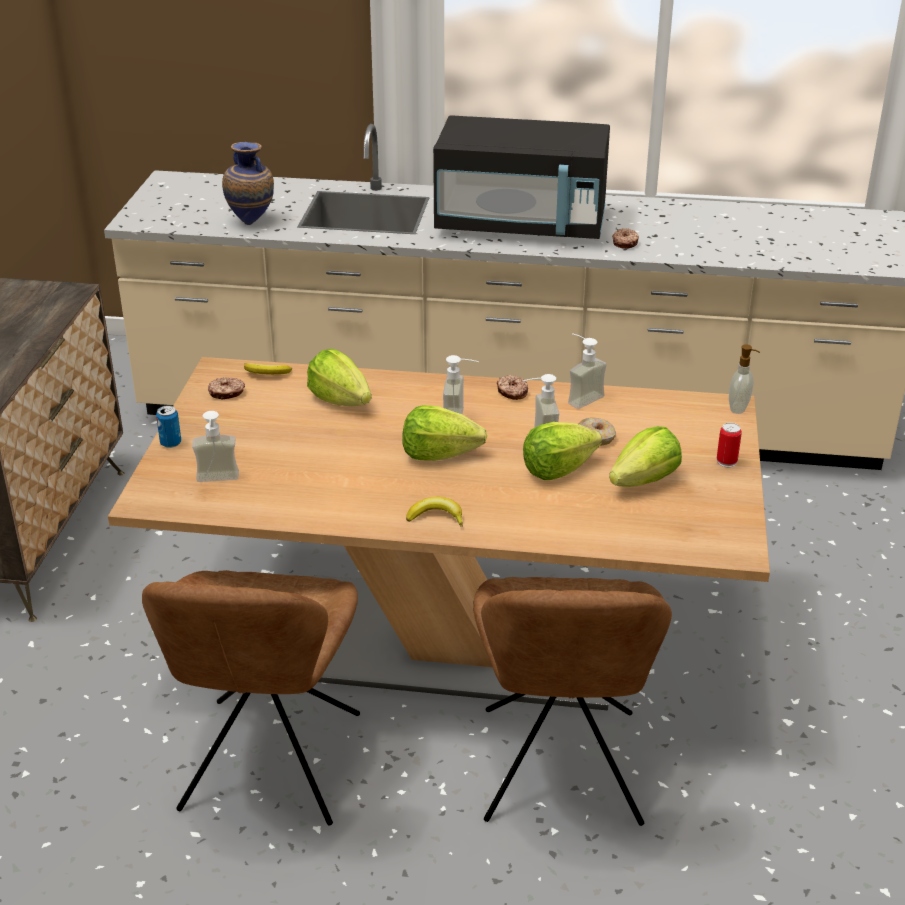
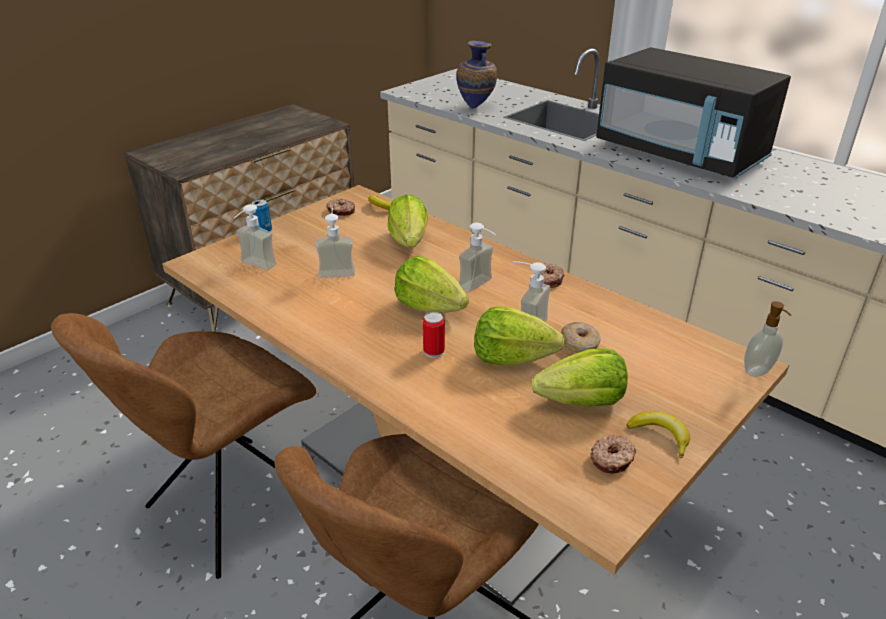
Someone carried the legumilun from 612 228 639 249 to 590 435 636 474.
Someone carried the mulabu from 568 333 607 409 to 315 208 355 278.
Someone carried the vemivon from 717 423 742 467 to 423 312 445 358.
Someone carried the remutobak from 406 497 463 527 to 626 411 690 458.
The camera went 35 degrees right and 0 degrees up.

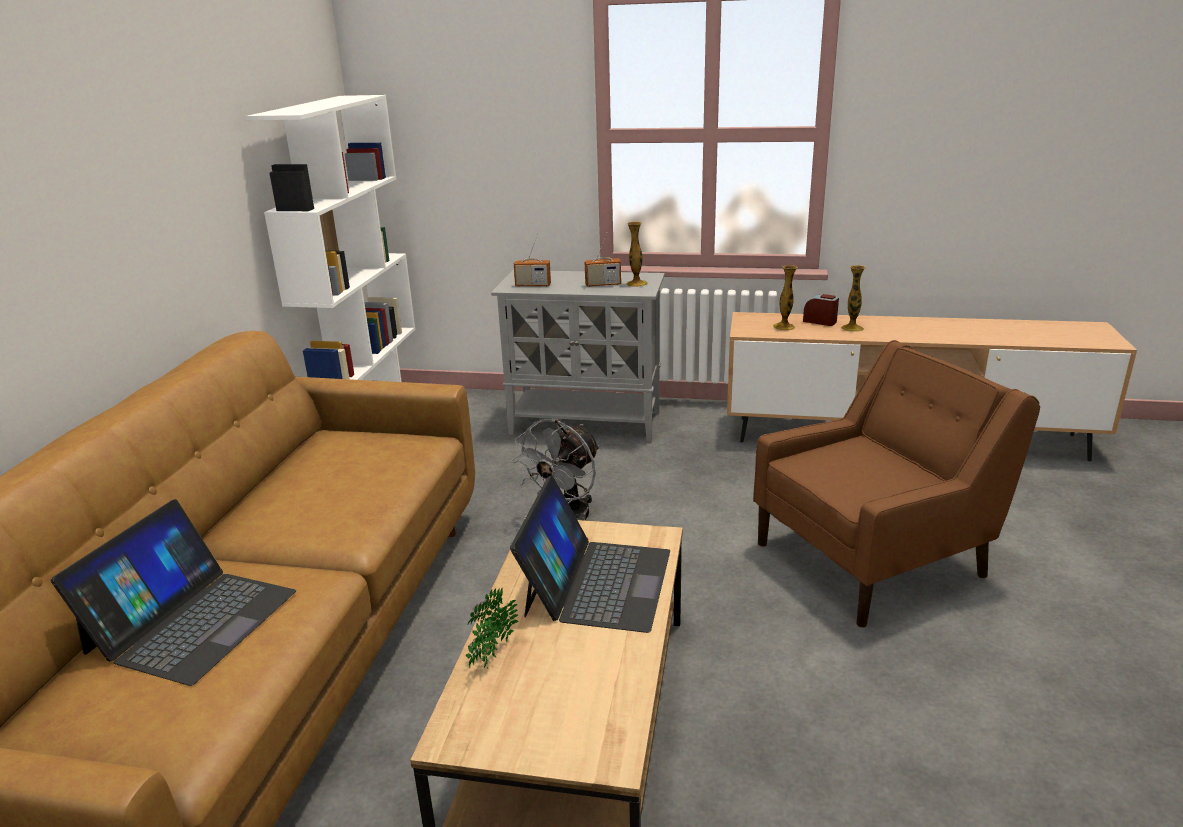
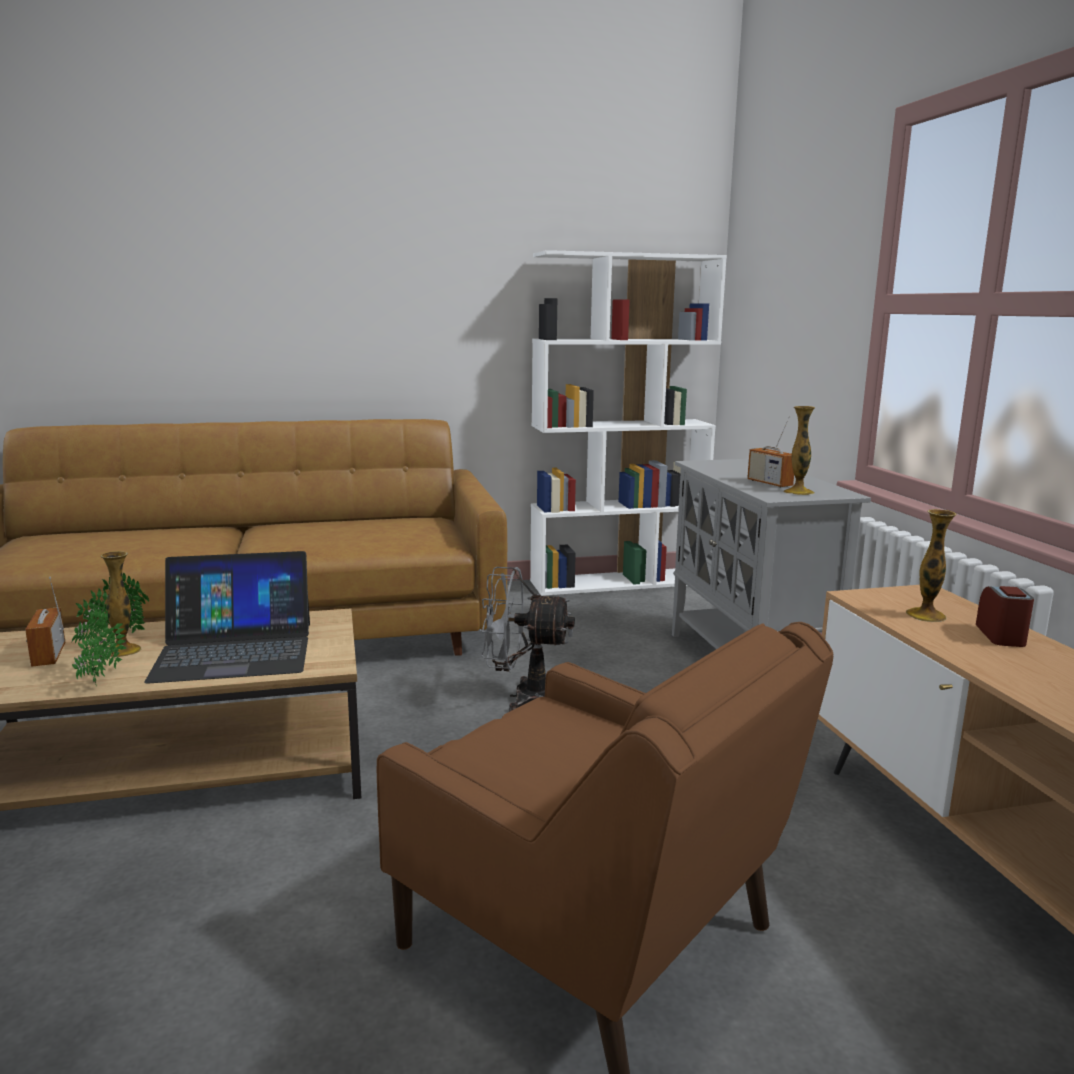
Someone carried the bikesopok from 514 233 551 287 to 25 577 65 667.
Someone carried the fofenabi from 841 265 866 332 to 101 551 141 657.
Someone took away the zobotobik at 51 499 296 686.
Someone put down the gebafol at 72 608 126 687.
The camera went 65 degrees right and 10 degrees down.

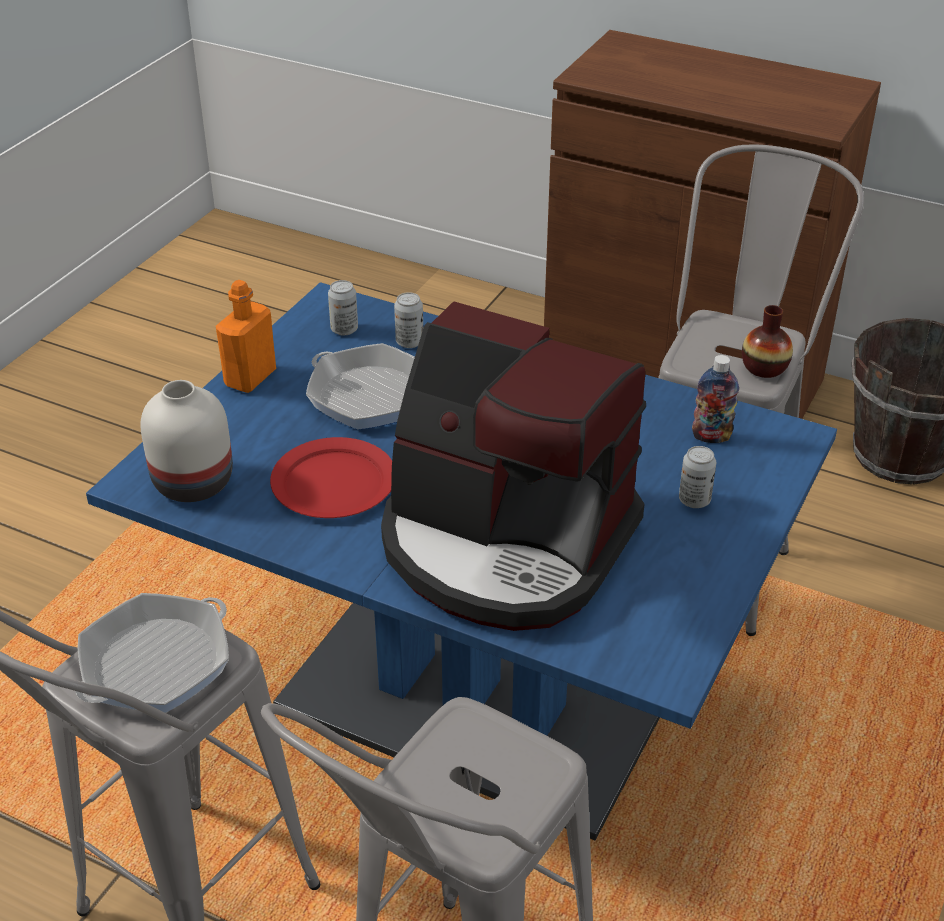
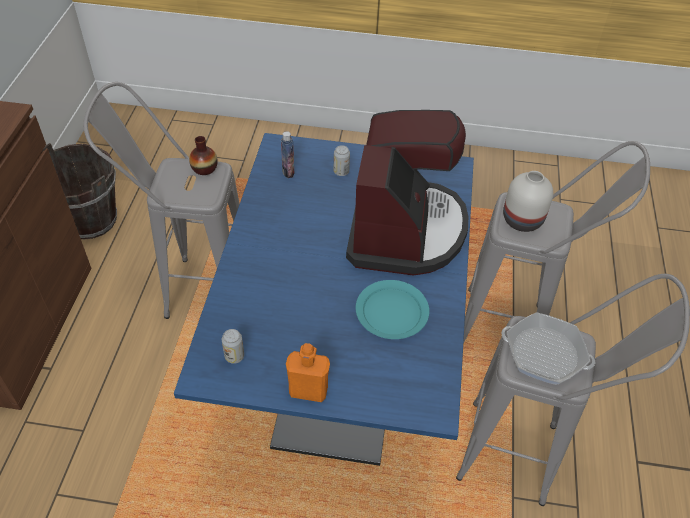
Someone took away the vemivon at 394 292 423 348.
Someone took away the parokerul at 306 343 415 430.
Someone carried the white fofenabi from 140 380 233 502 to 503 171 553 232.
Someone repainted the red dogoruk at 270 437 392 518, which became the turquoise dogoruk at 356 280 430 339.
The camera went 110 degrees left and 10 degrees up.

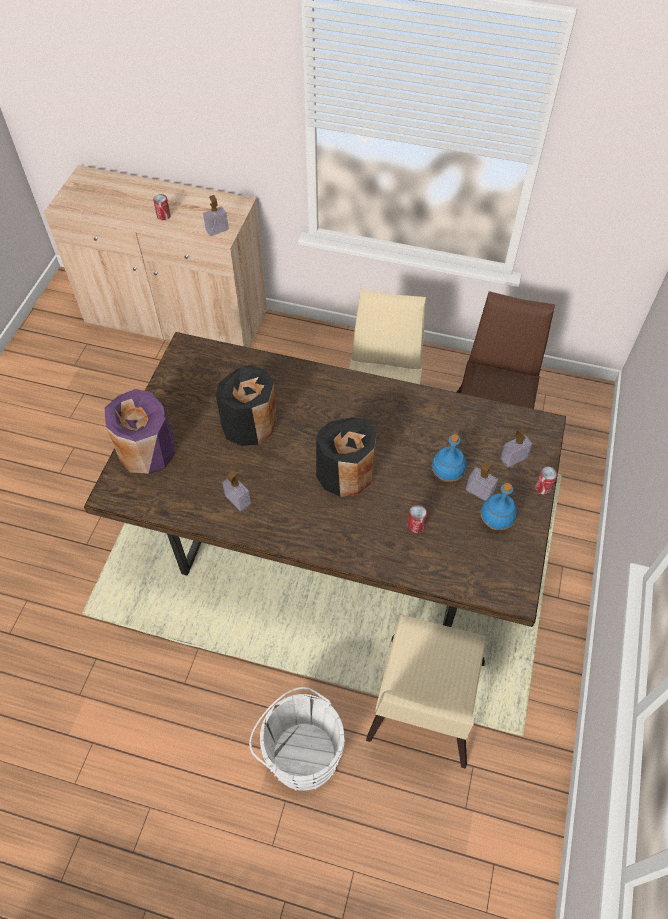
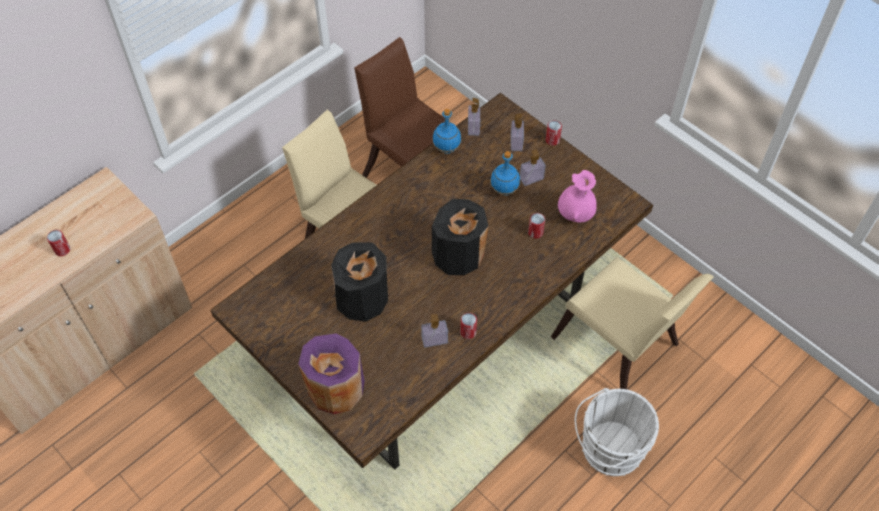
Someone carried the mulabu from 203 195 229 236 to 468 98 480 136.
Someone carried the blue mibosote from 481 483 517 530 to 432 109 461 154.
Someone put down the pink fofenabi at 558 170 597 223.
Someone put down the vemivon at 460 313 477 339.
The camera went 60 degrees left and 0 degrees up.

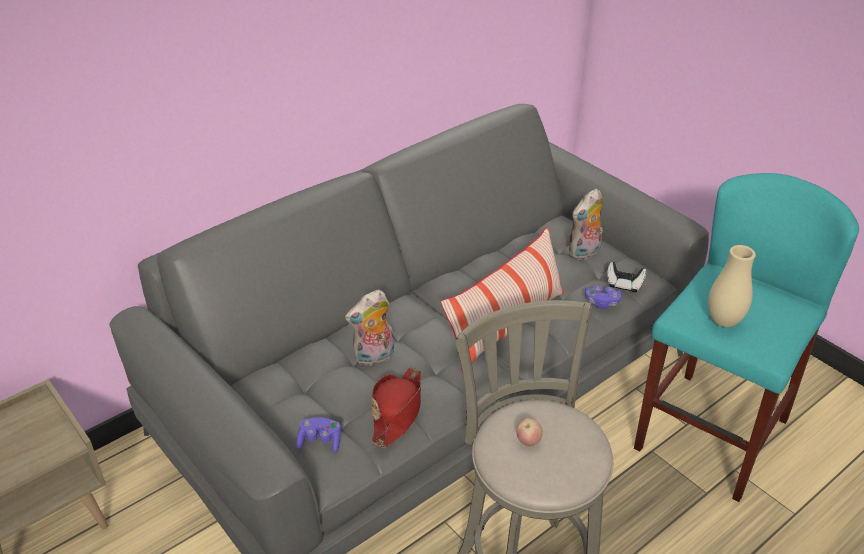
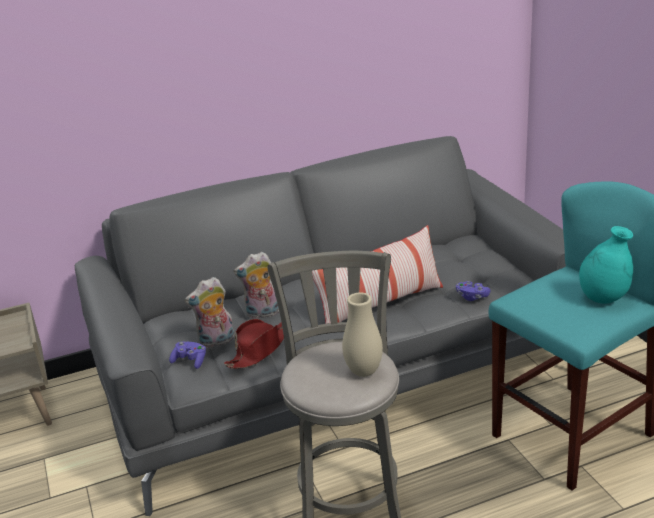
Someone carried the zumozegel from 568 189 603 260 to 185 277 234 347.
Someone carried the beige fofenabi from 708 245 756 327 to 342 292 383 377.
Someone took away the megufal at 607 262 646 293.
Someone took away the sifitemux at 516 418 543 446.
Someone put down the turquoise fofenabi at 579 226 633 304.
The camera went 20 degrees right and 10 degrees down.

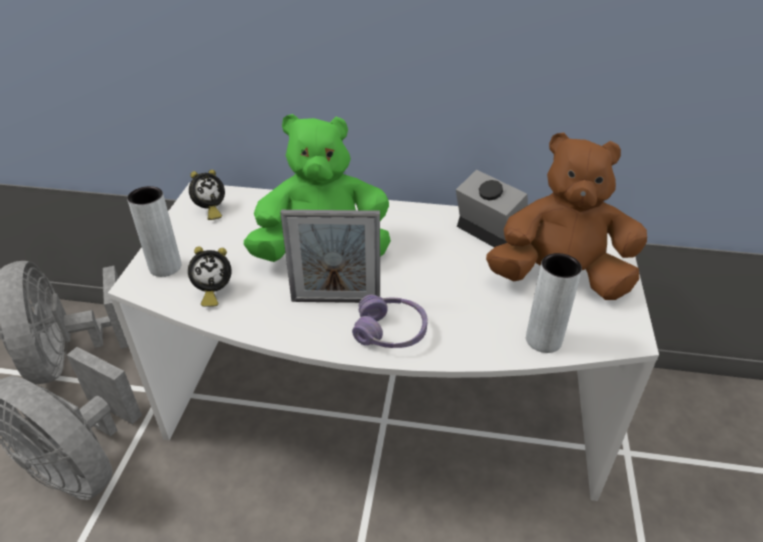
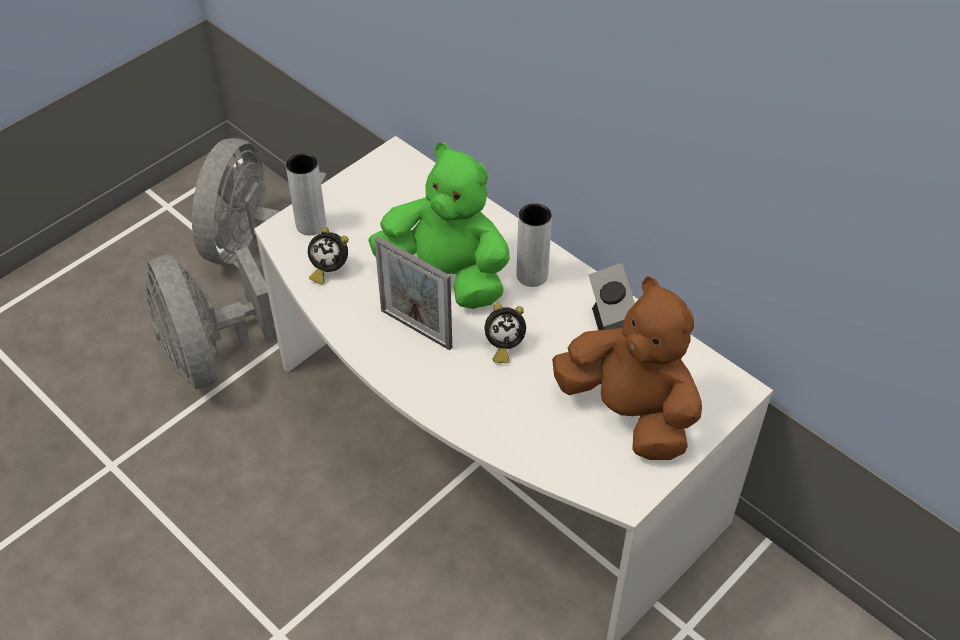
Someone carried the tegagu from 189 170 225 220 to 485 304 526 363.
Someone carried the grey fofenabi from 526 253 582 353 to 516 203 552 287.
Someone took away the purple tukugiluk at 352 295 427 348.
The camera went 35 degrees right and 10 degrees up.

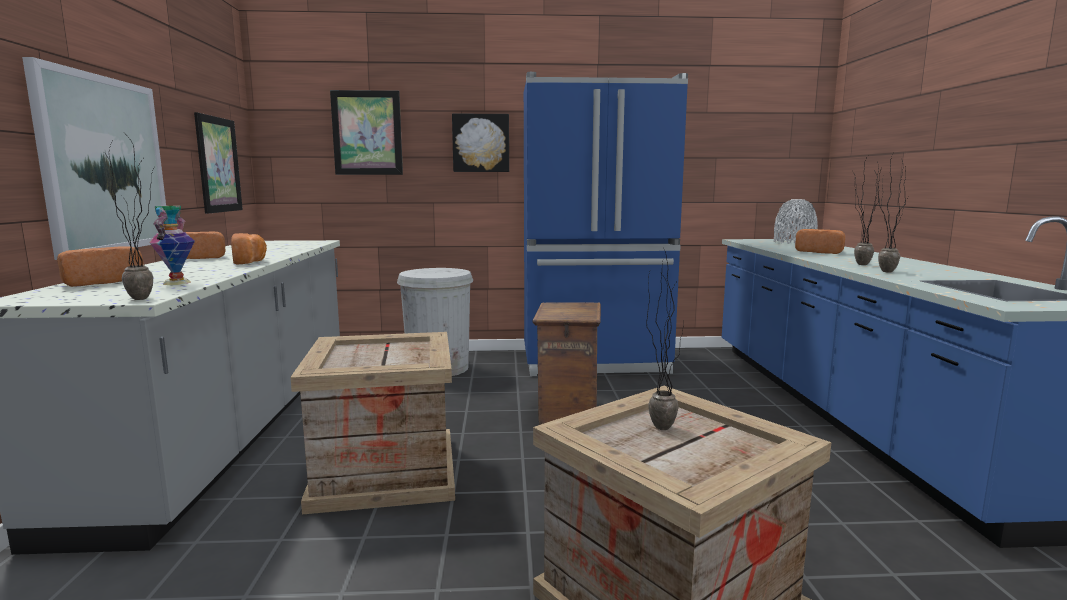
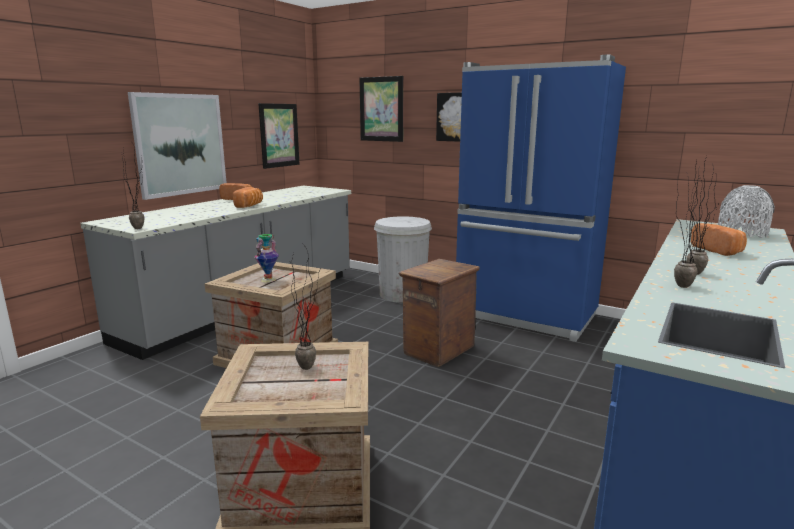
Someone carried the fofenabi from 149 206 195 285 to 255 234 279 282.
Someone took away the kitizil at 57 246 144 287.
The camera went 35 degrees right and 5 degrees up.

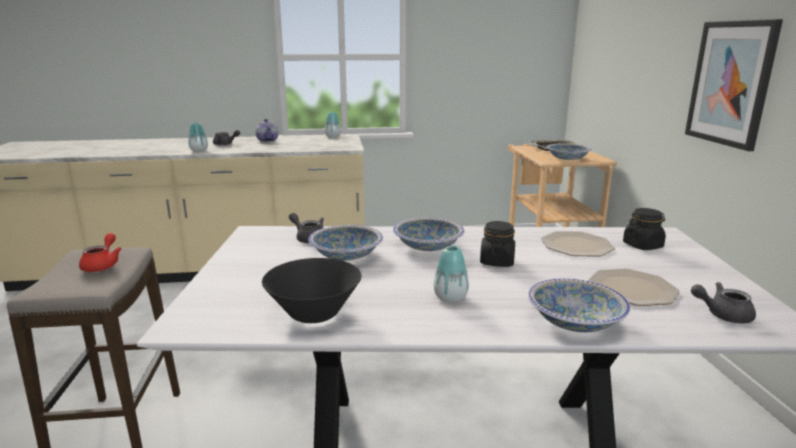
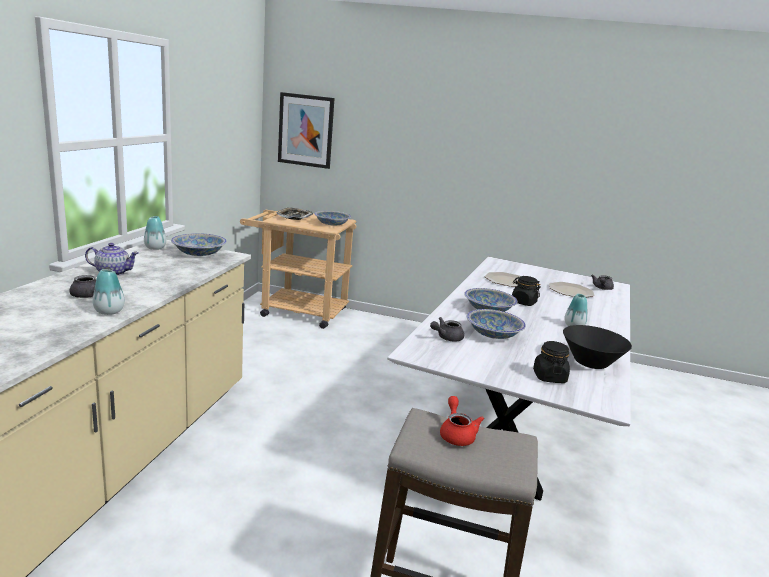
Someone carried the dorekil from 685 19 783 151 to 278 92 335 169.
Someone carried the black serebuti from 623 208 666 250 to 533 341 570 383.
Someone rotated the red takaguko at 79 233 122 272 by 60 degrees clockwise.
Someone carried the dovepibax from 528 278 630 332 to 171 233 227 256.
The camera went 70 degrees left and 0 degrees up.

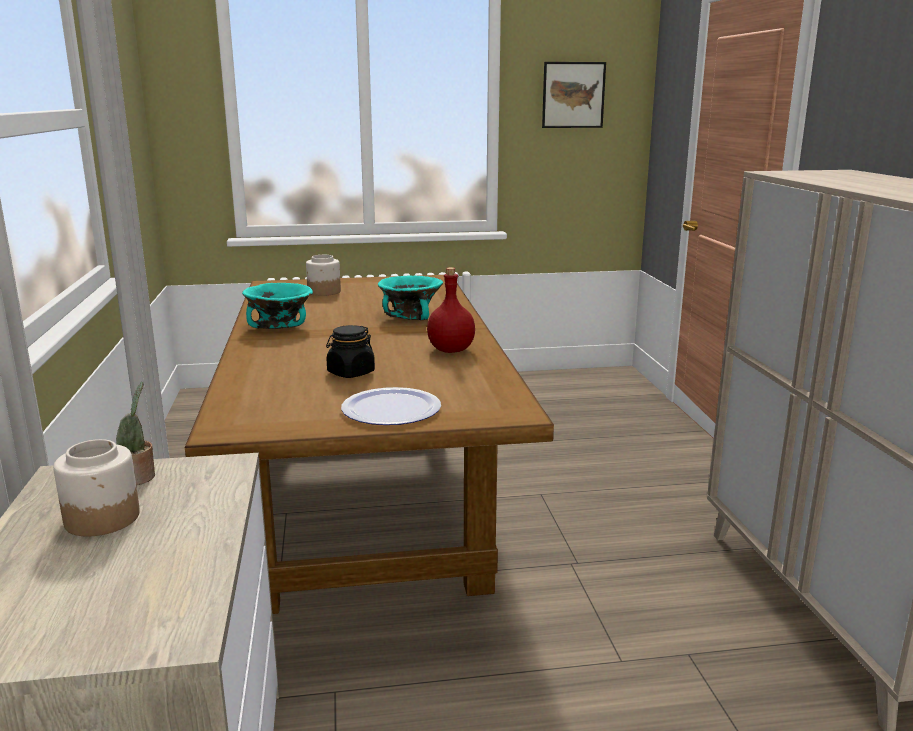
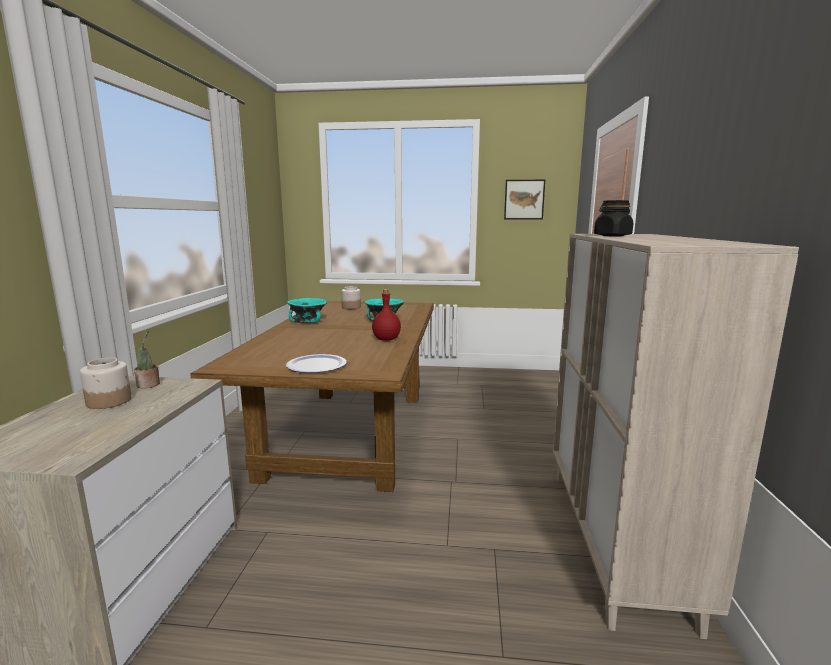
Someone carried the black serebuti from 326 325 375 378 to 594 200 633 236.
The camera went 15 degrees right and 5 degrees down.

